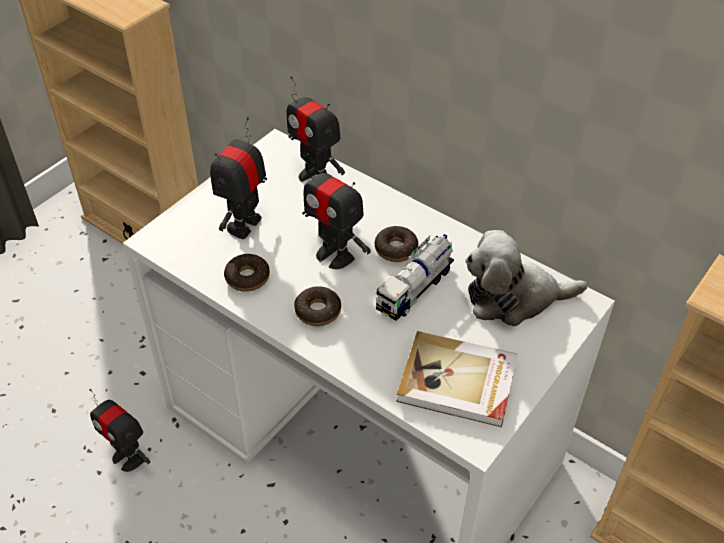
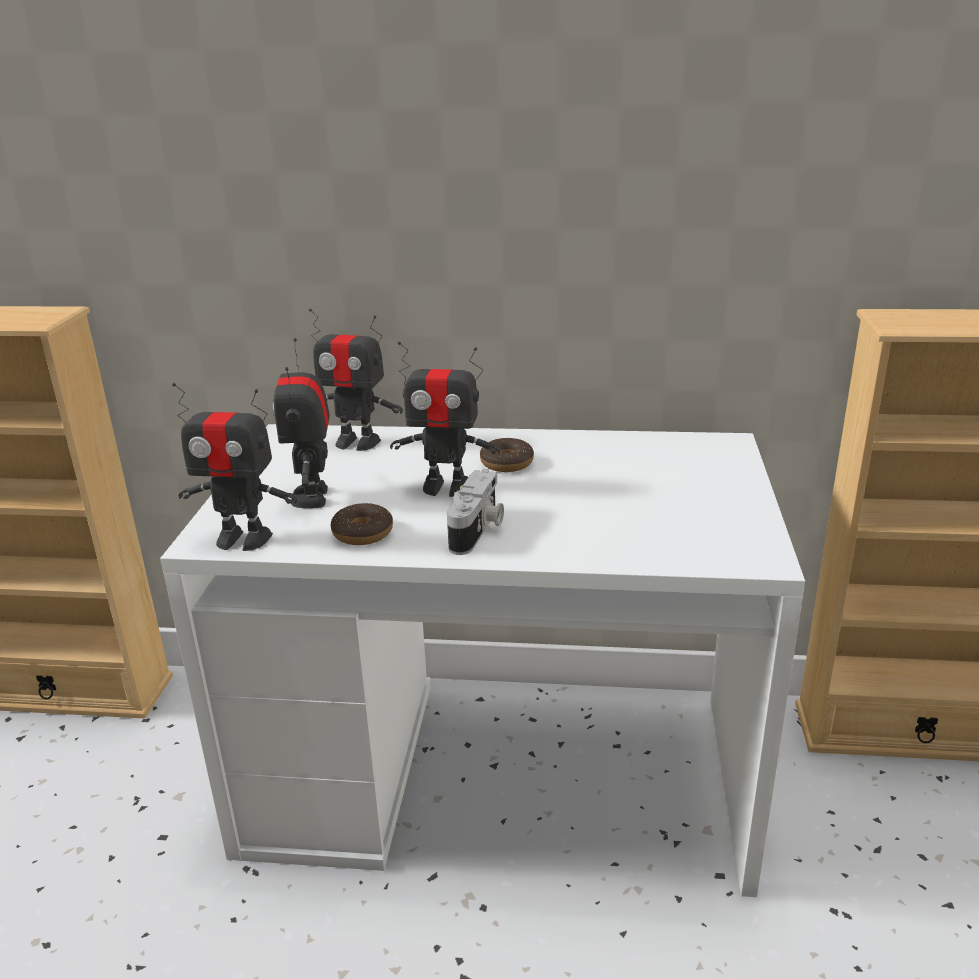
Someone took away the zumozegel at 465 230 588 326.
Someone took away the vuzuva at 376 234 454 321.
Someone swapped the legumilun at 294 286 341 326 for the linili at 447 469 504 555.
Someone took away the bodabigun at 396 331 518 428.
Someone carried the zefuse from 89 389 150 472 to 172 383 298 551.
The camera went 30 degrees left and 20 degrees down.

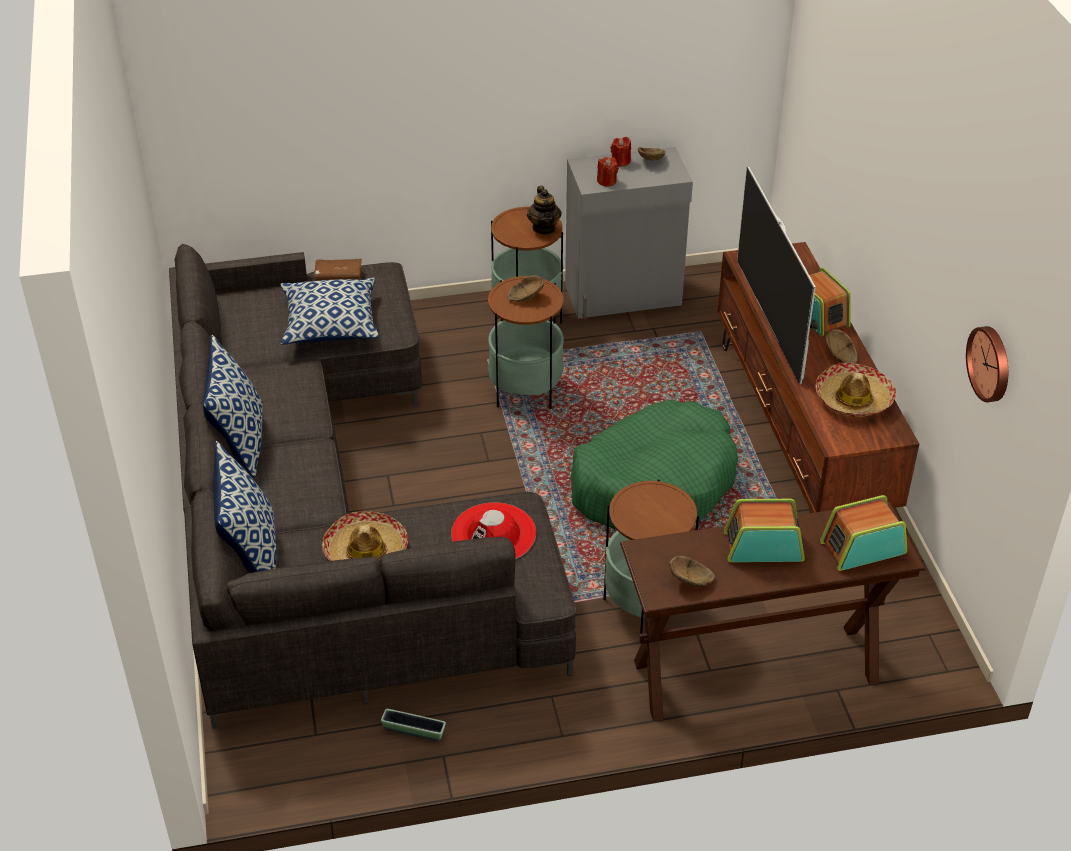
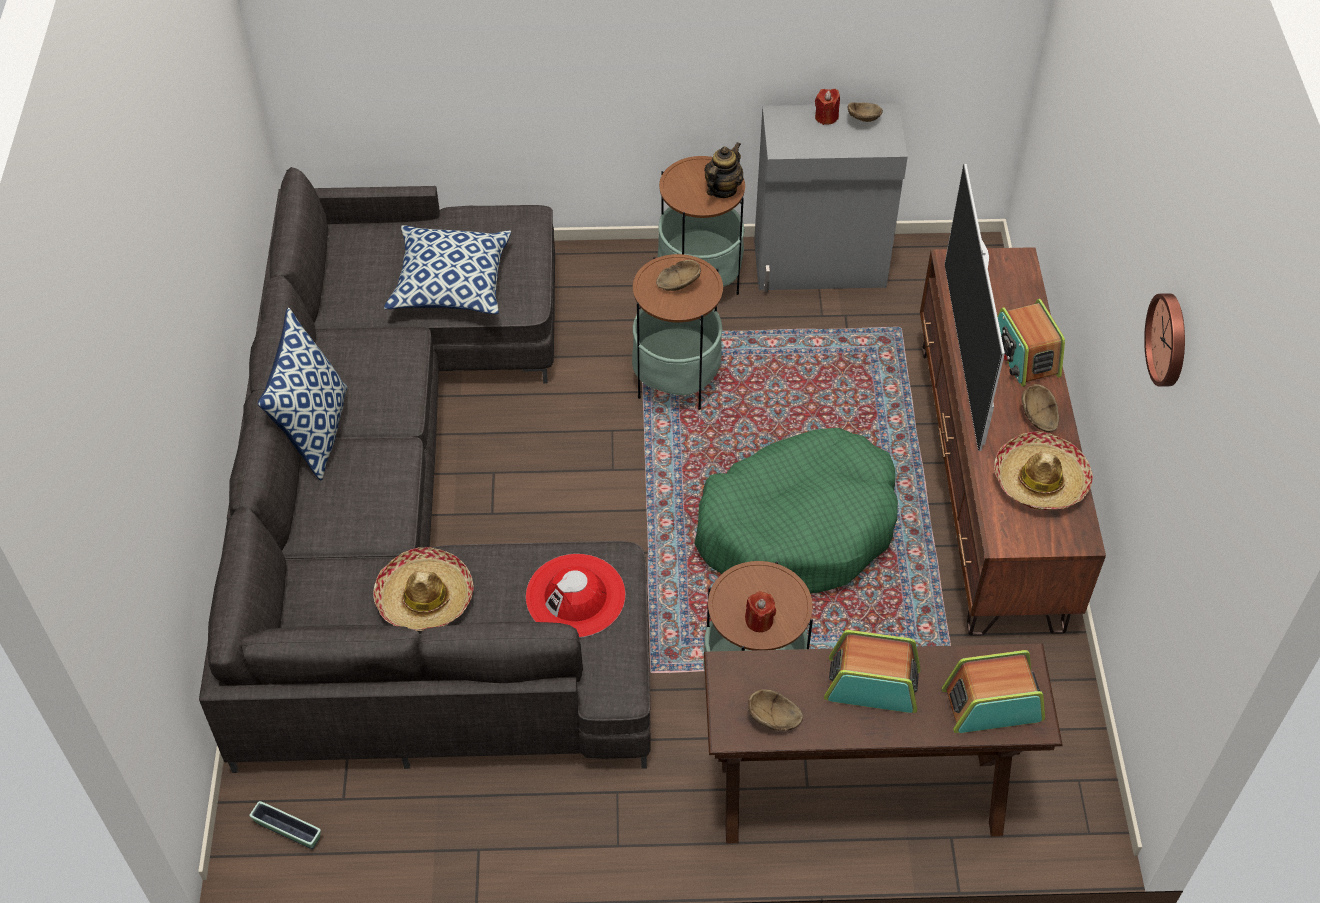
Someone carried the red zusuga from 597 157 618 187 to 745 591 776 632.
Someone rotated the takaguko at 527 186 562 234 by 150 degrees counterclockwise.
Someone took away the brown bodabigun at 314 259 363 281.
Someone carried the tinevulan from 966 326 1008 402 to 1144 293 1185 387.
Someone took away the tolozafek at 213 441 277 573.
Someone carried the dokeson from 381 709 446 741 to 249 801 321 849.
The camera went 10 degrees right and 10 degrees up.

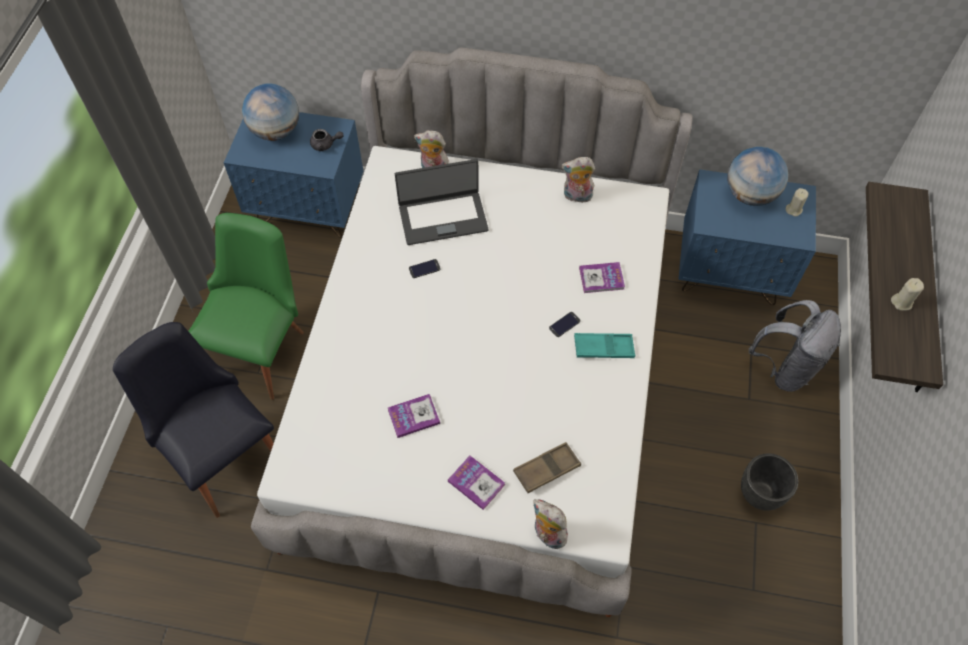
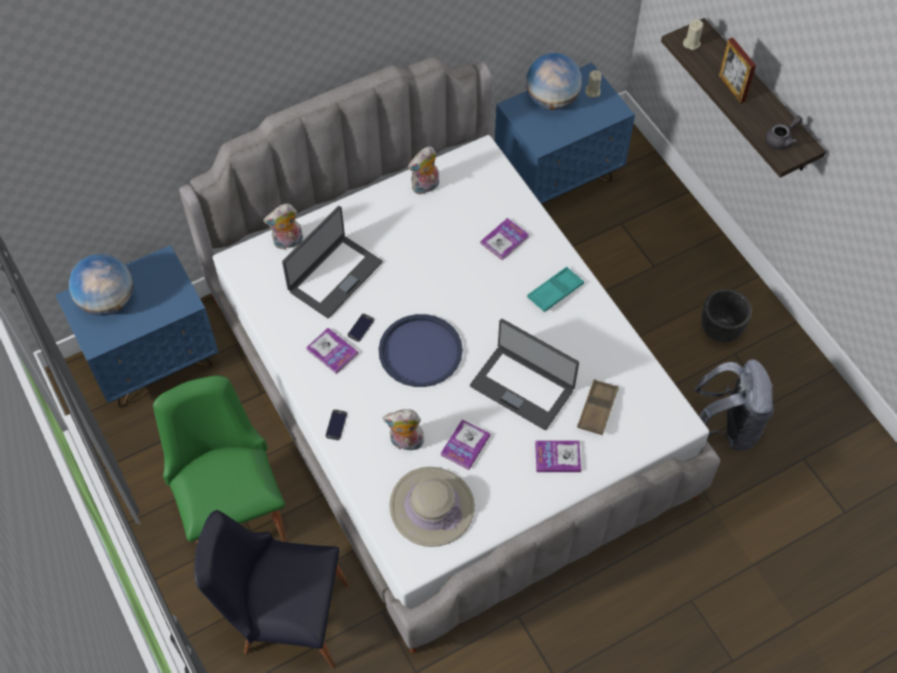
Someone carried the grey takaguko from 310 129 344 151 to 765 115 803 150.
Someone carried the beige zusuga from 891 278 924 311 to 683 19 703 50.
Someone carried the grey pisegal from 749 300 841 392 to 694 359 774 451.
Someone carried the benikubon from 549 312 580 337 to 326 409 347 440.
Someone carried the zumozegel from 533 499 568 549 to 383 409 426 451.
Someone put down the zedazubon at 719 38 756 103.
Someone put down the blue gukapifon at 379 314 463 387.
Someone put down the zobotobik at 470 319 579 430.
Someone put down the bodabigun at 306 328 358 374.
Someone put down the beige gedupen at 390 467 475 547.
The camera went 40 degrees left and 0 degrees up.

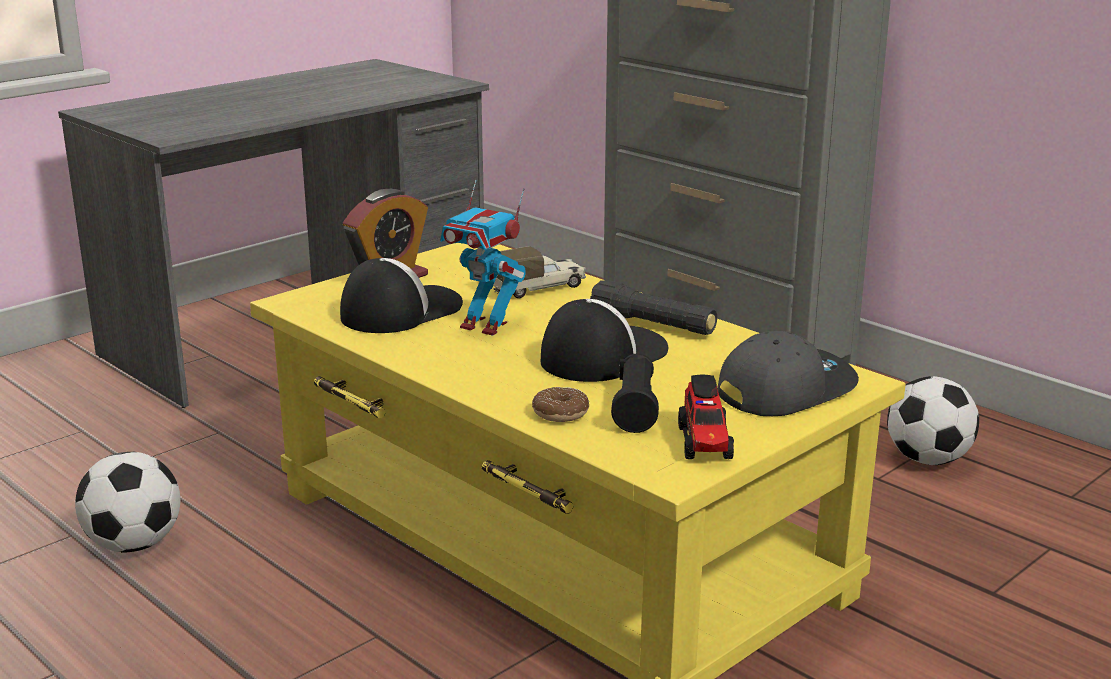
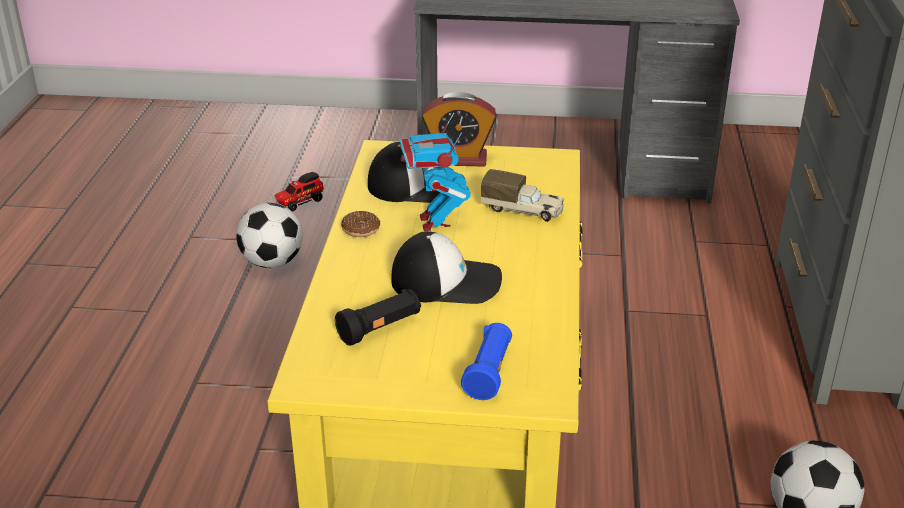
Someone took away the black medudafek at 590 280 717 335.
Someone swapped the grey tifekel at 717 331 859 416 for the blue medudafek at 461 323 512 400.
Someone carried the vuzuva from 678 375 734 459 to 275 172 324 212.
Someone carried the legumilun from 532 387 589 422 to 341 211 380 237.
The camera went 50 degrees right and 10 degrees up.

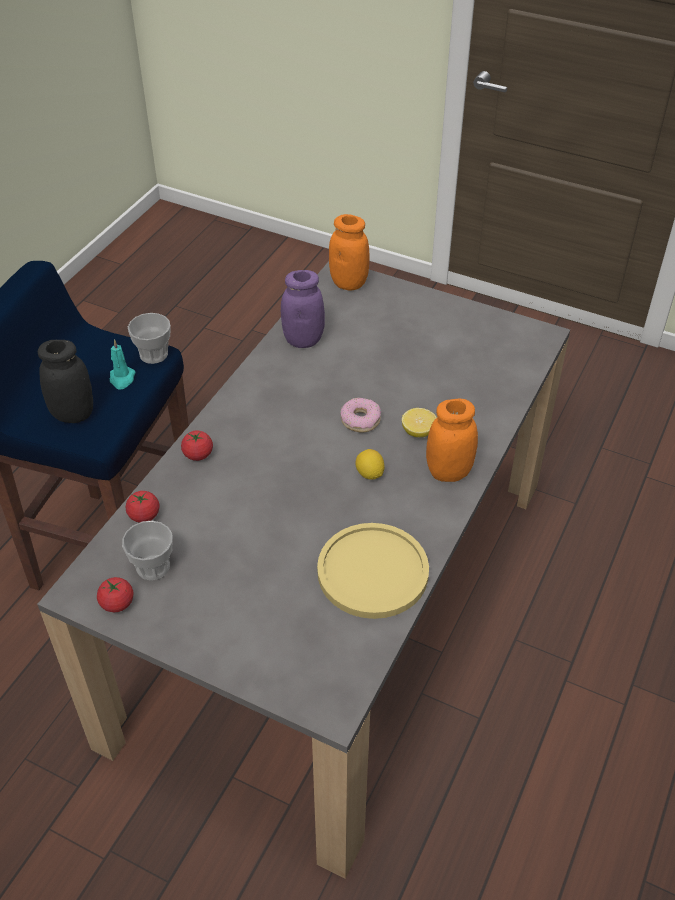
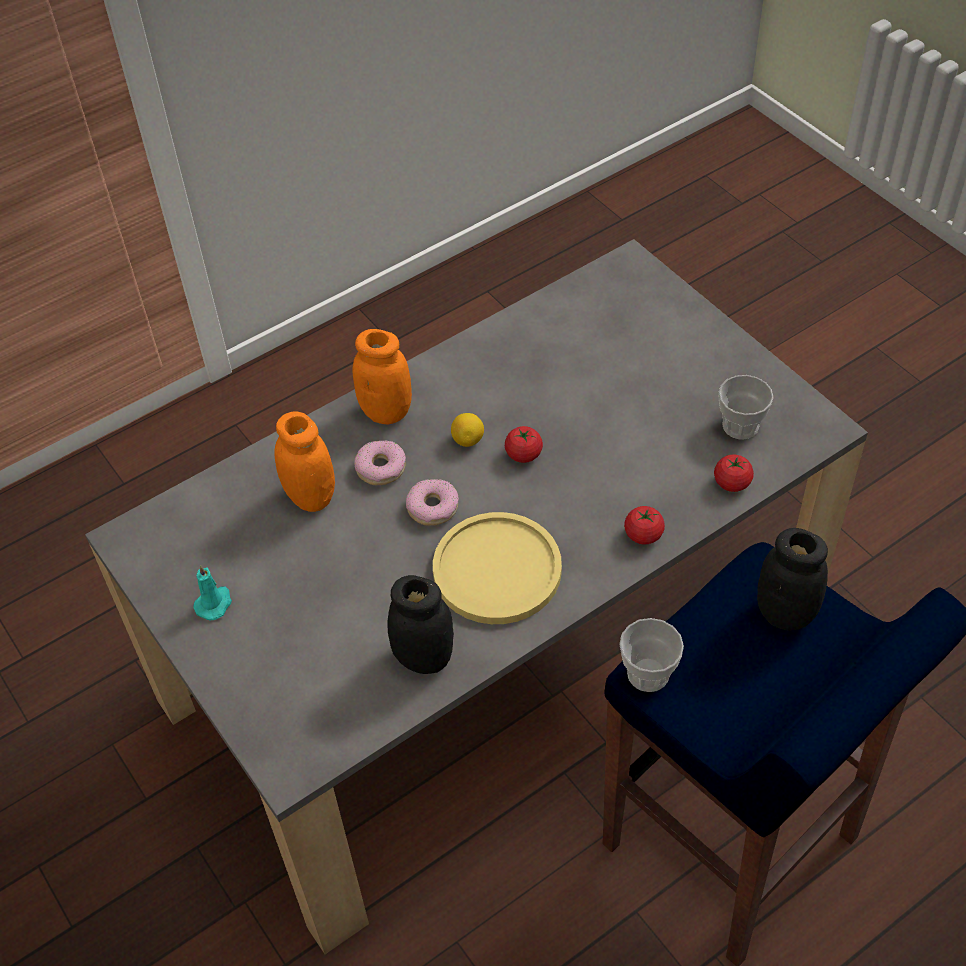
Someone carried the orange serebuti from 329 214 370 291 to 275 412 335 512.
Someone repainted the purple serebuti at 281 270 325 348, which became the black serebuti at 387 575 454 674.
Someone carried the turquoise zusuga from 110 339 136 390 to 193 565 232 620.
Someone swapped the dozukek at 402 408 437 437 for the legumilun at 354 440 406 485.
Someone carried the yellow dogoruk from 317 523 429 619 to 433 512 562 624.
Someone carried the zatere from 97 577 134 612 to 505 426 543 463.
The camera went 150 degrees left and 5 degrees up.

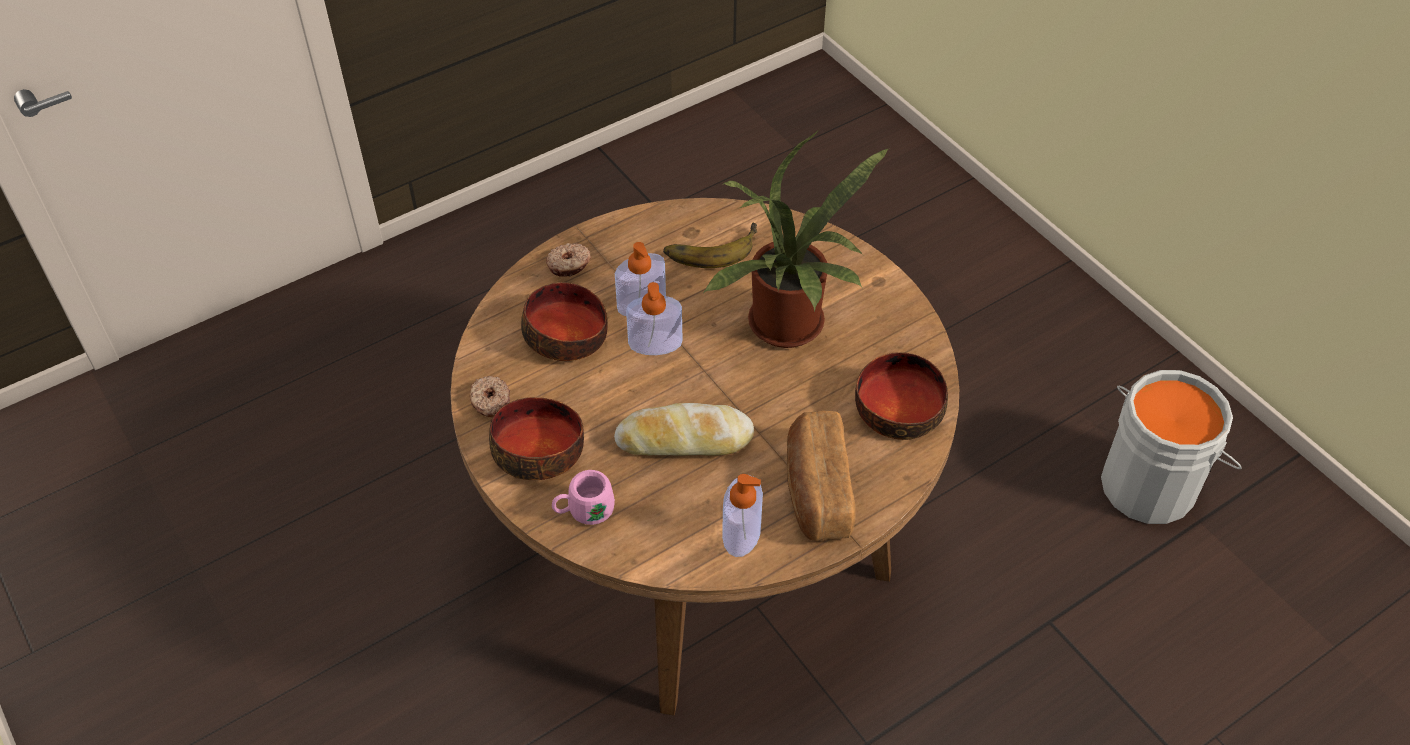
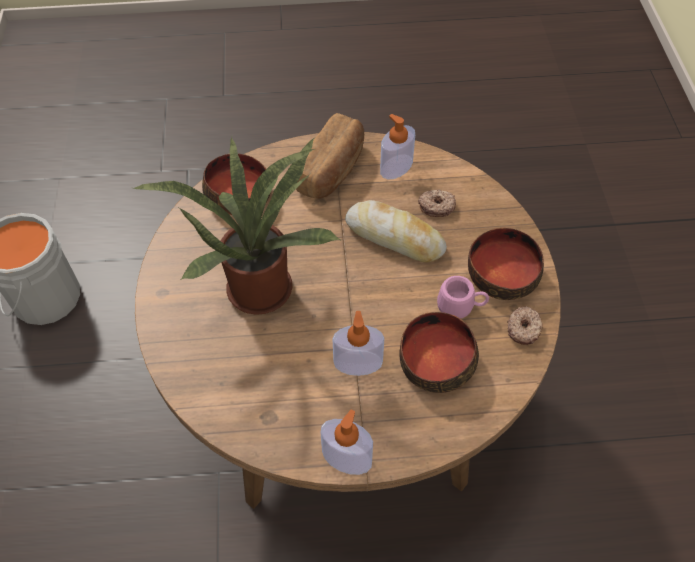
Someone took away the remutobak at 663 222 757 268.
Someone carried the legumilun from 546 243 591 277 to 418 190 456 217.
Someone carried the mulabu from 626 282 683 355 to 320 410 373 475.
Someone carried the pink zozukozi from 552 470 615 525 to 437 276 489 319.
The camera went 150 degrees left and 5 degrees up.

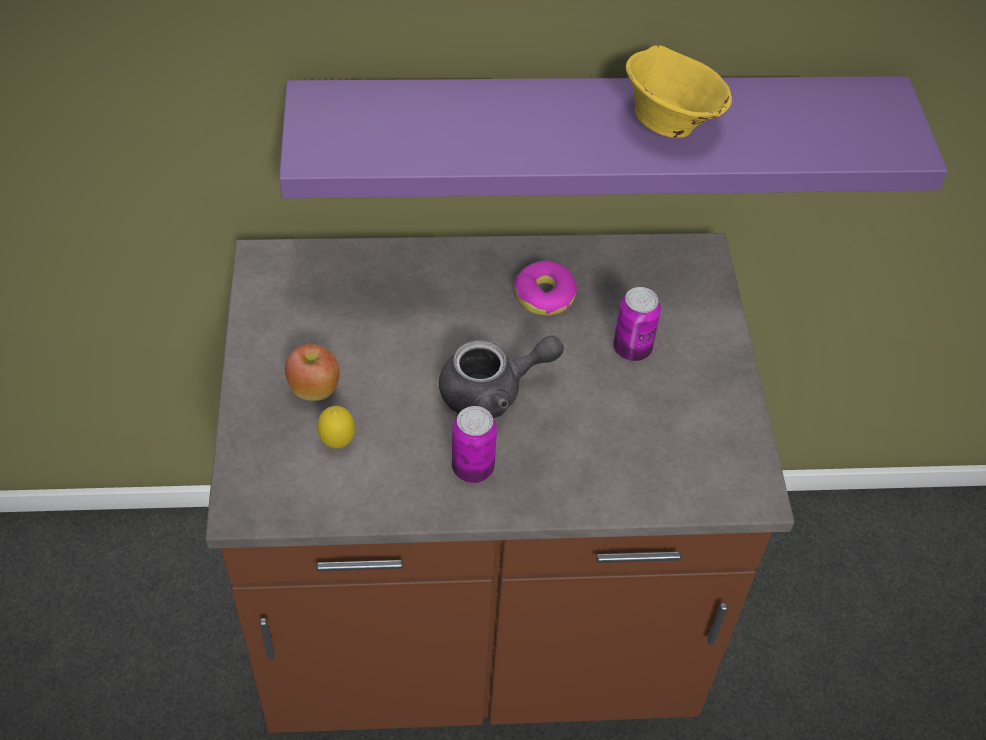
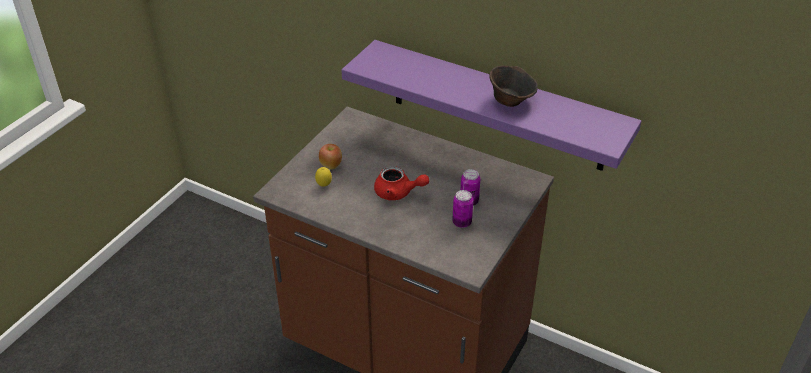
Someone repainted the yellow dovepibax at 626 45 732 138, which became the brown dovepibax at 489 66 538 107.
Someone took away the legumilun at 514 261 577 315.
Someone repainted the grey takaguko at 439 335 564 418, which became the red takaguko at 374 166 429 200.
Someone carried the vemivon from 452 406 497 483 to 452 190 473 228.
The camera went 35 degrees right and 10 degrees down.

